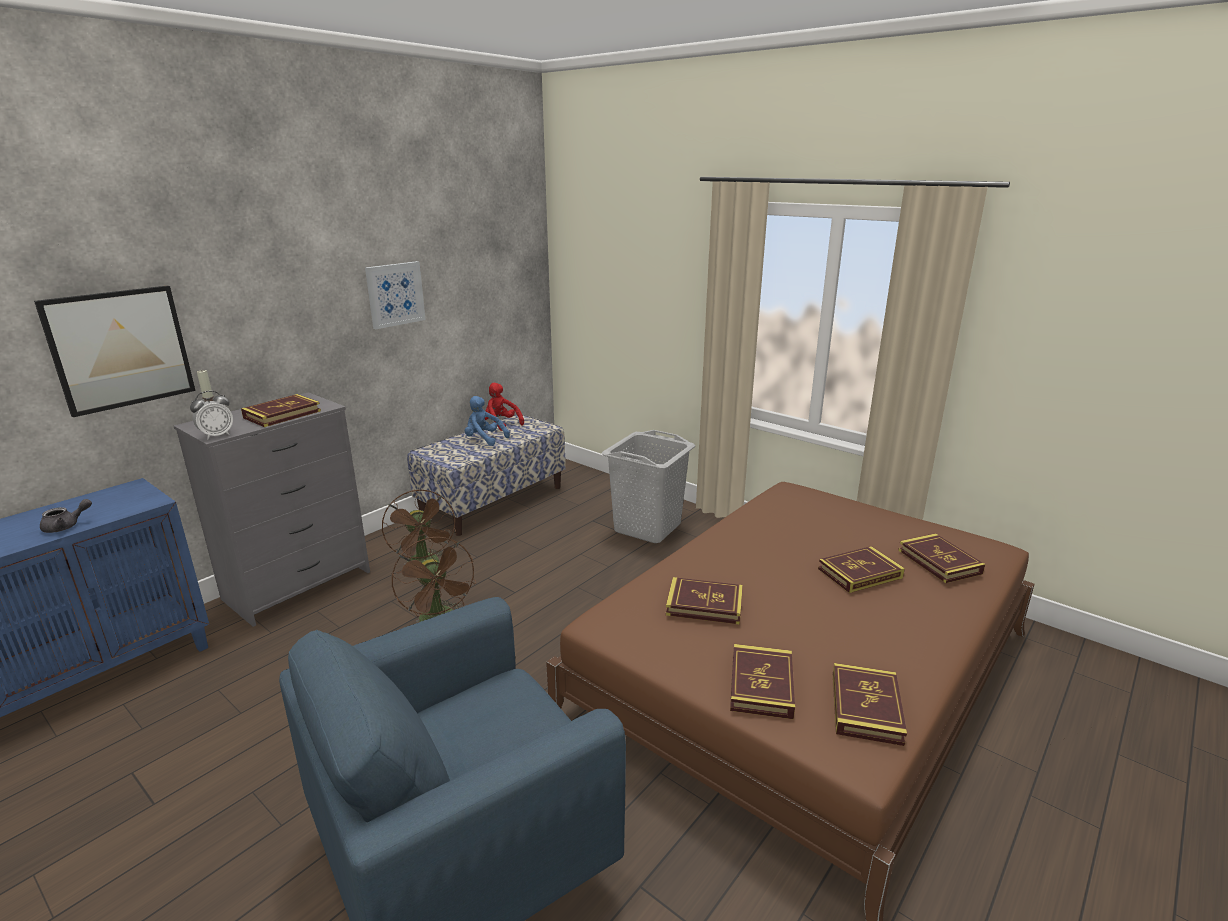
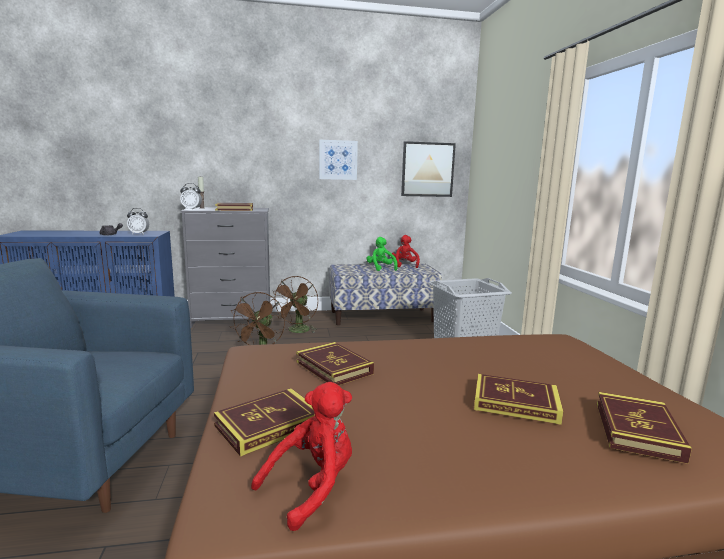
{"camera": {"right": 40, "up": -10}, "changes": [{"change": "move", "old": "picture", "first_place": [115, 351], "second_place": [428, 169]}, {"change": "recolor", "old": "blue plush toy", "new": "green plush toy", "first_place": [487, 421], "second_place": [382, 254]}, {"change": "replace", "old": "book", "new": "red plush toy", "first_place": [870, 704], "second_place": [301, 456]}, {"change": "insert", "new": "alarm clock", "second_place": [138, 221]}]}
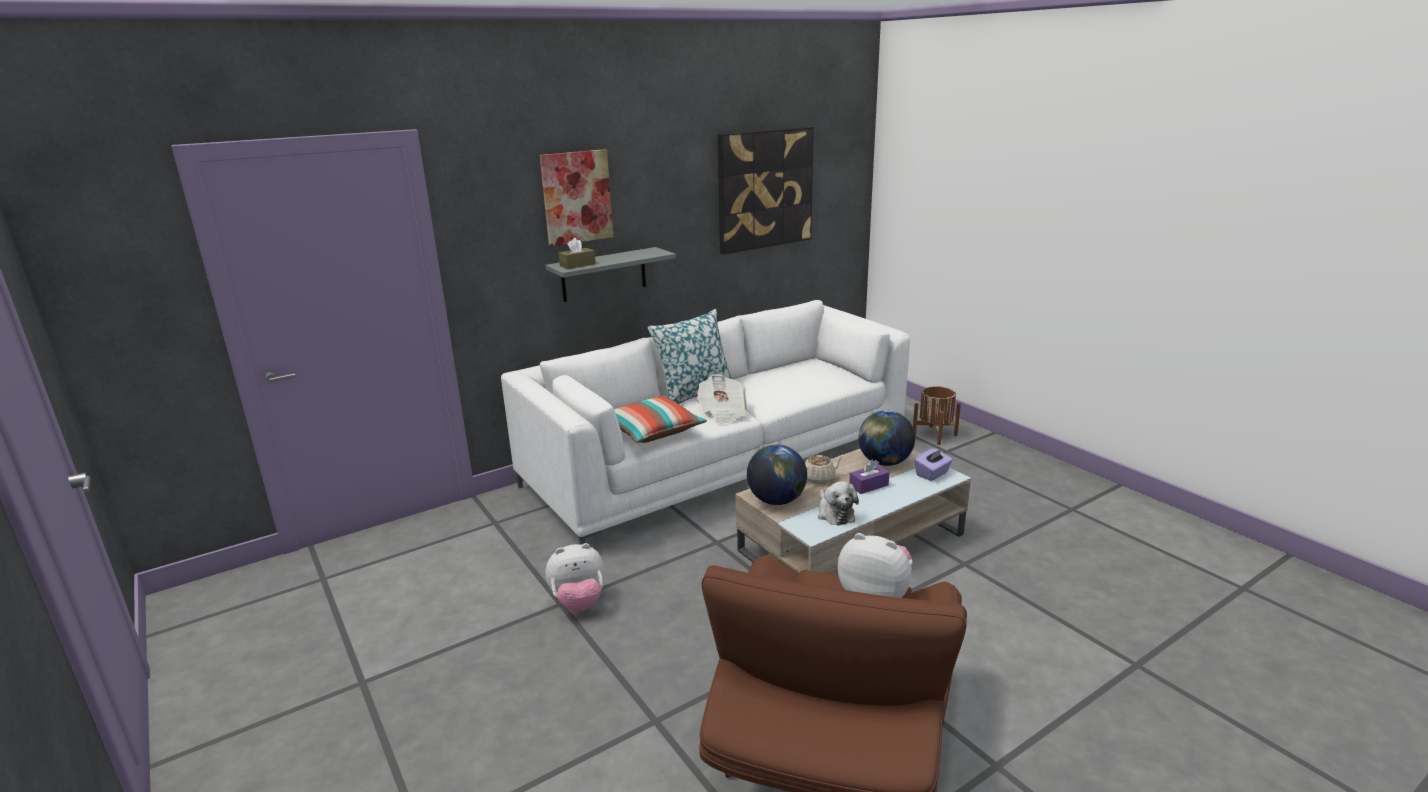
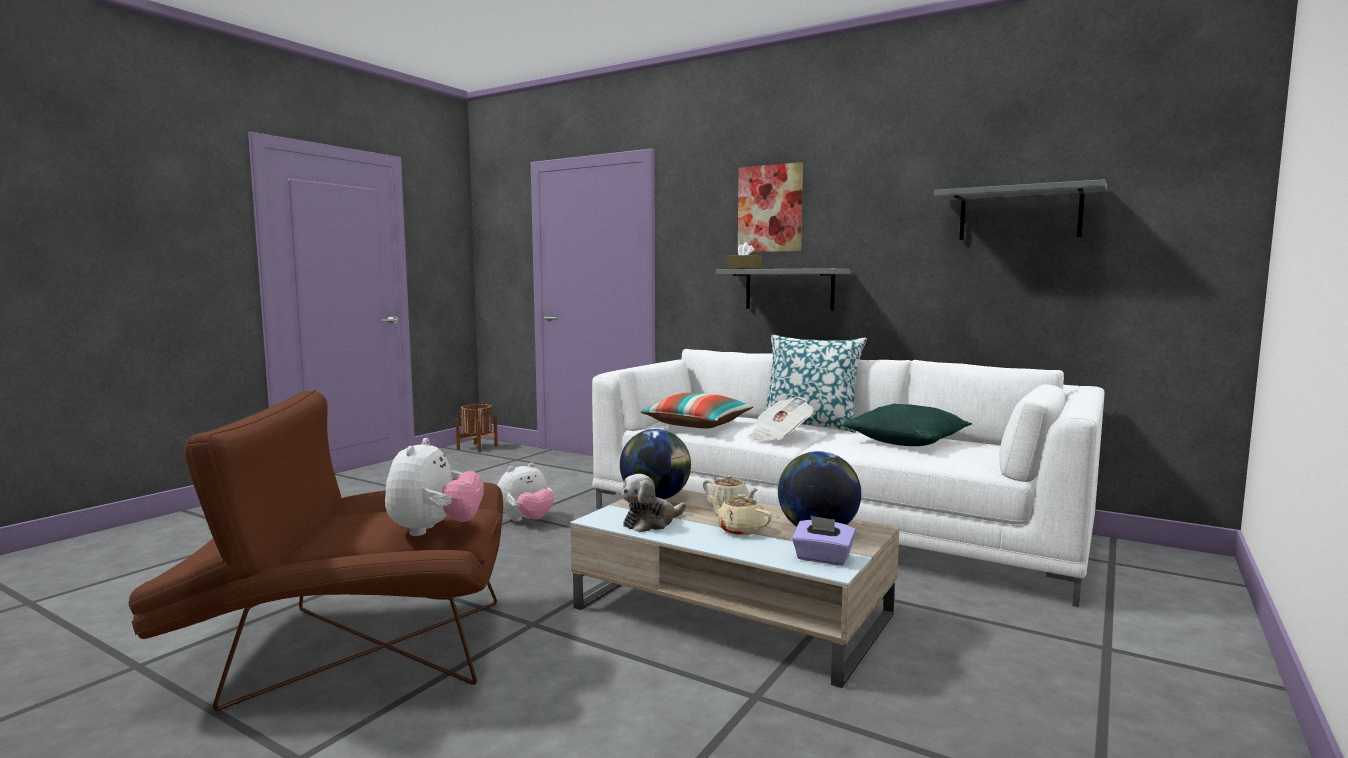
{"camera": {"right": 65, "up": -15}, "changes": [{"change": "replace", "old": "picture", "new": "grey shelf", "first_place": [765, 191], "second_place": [1020, 209]}, {"change": "move", "old": "brown planter", "first_place": [937, 415], "second_place": [477, 428]}, {"change": "replace", "old": "purple tissue box", "new": "beige teapot", "first_place": [869, 477], "second_place": [740, 514]}, {"change": "rotate", "old": "plush toy", "first_place": [574, 577], "second_place": [526, 492], "degrees": -90}, {"change": "insert", "new": "green pillow", "second_place": [907, 425]}]}
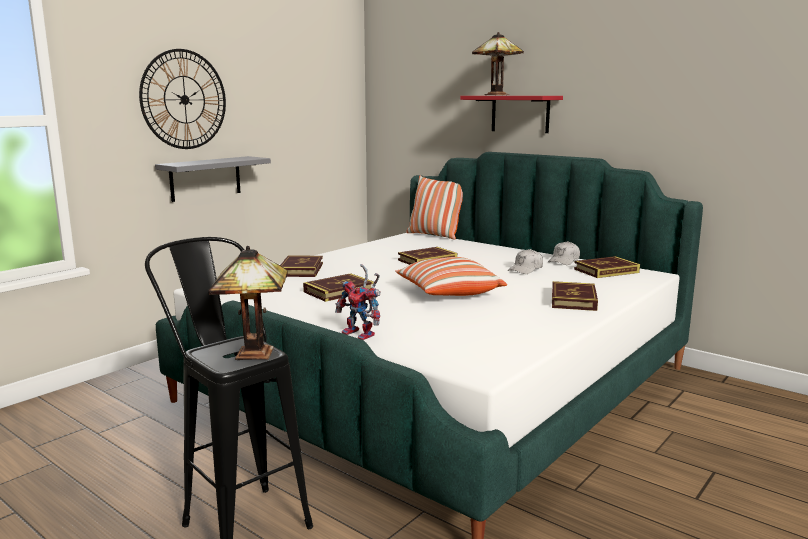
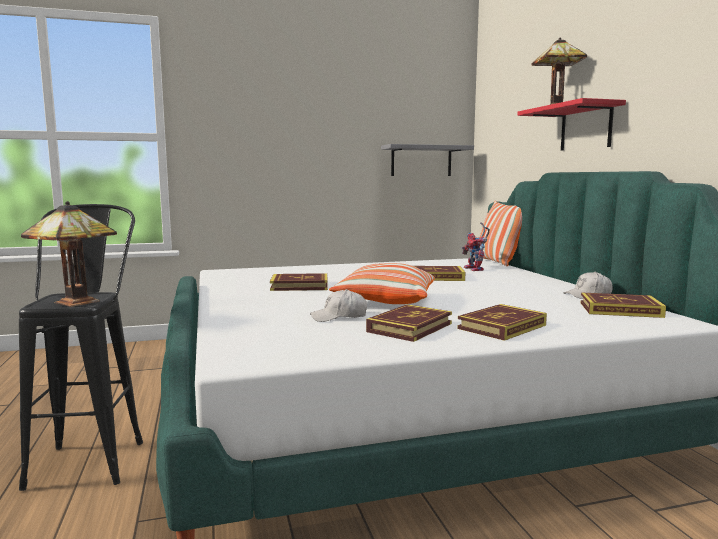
{"camera": {"right": 35, "up": -5}, "changes": [{"change": "delete", "old": "wall clock", "first_place": [182, 99]}, {"change": "move", "old": "grey shelf", "first_place": [213, 179], "second_place": [427, 160]}, {"change": "move", "old": "white cap", "first_place": [525, 261], "second_place": [338, 305]}, {"change": "move", "old": "book", "first_place": [301, 266], "second_place": [409, 323]}, {"change": "move", "old": "toy robot", "first_place": [358, 302], "second_place": [476, 246]}]}
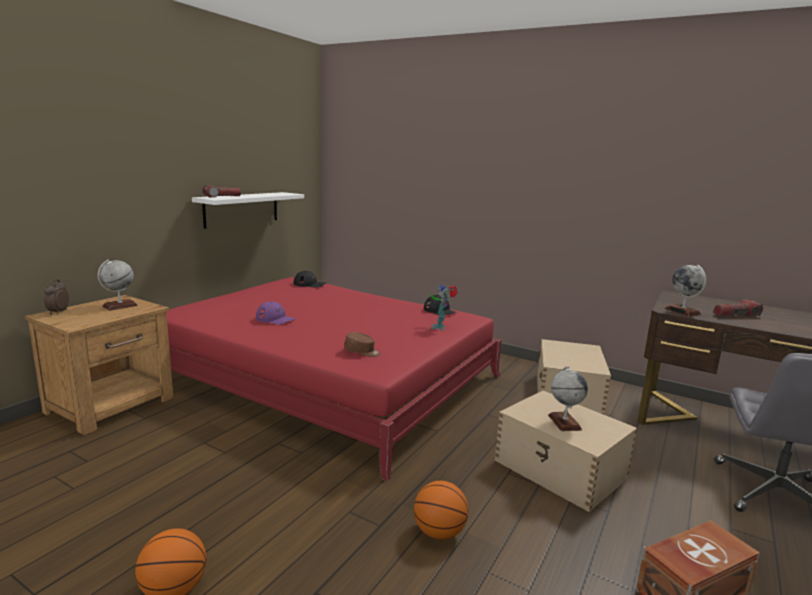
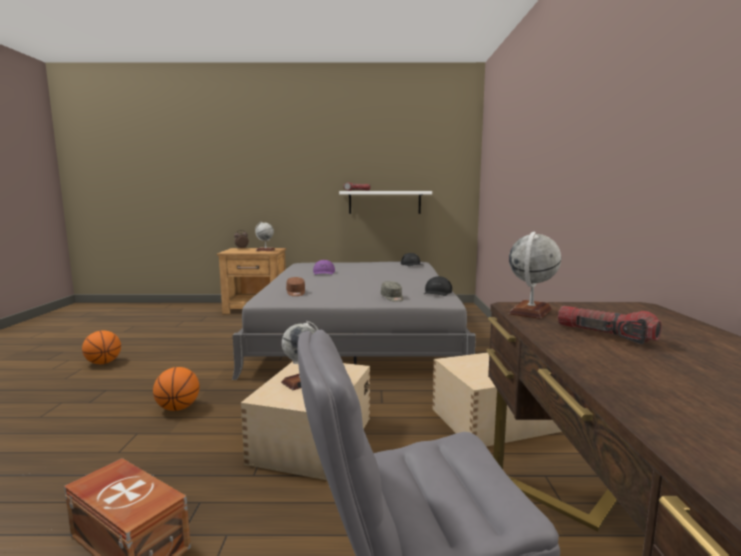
{"camera": {"right": 60, "up": -5}, "changes": [{"change": "recolor", "old": "red bed", "new": "grey bed", "first_place": [333, 379], "second_place": [354, 320]}, {"change": "replace", "old": "toy robot", "new": "grey cap", "first_place": [444, 307], "second_place": [392, 291]}]}
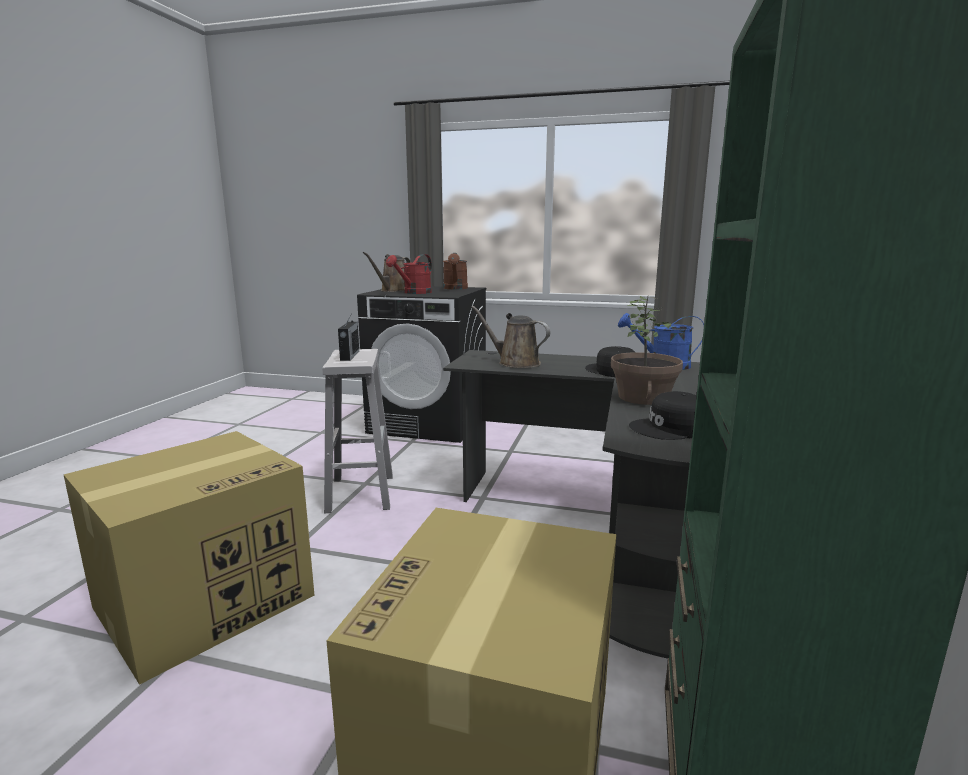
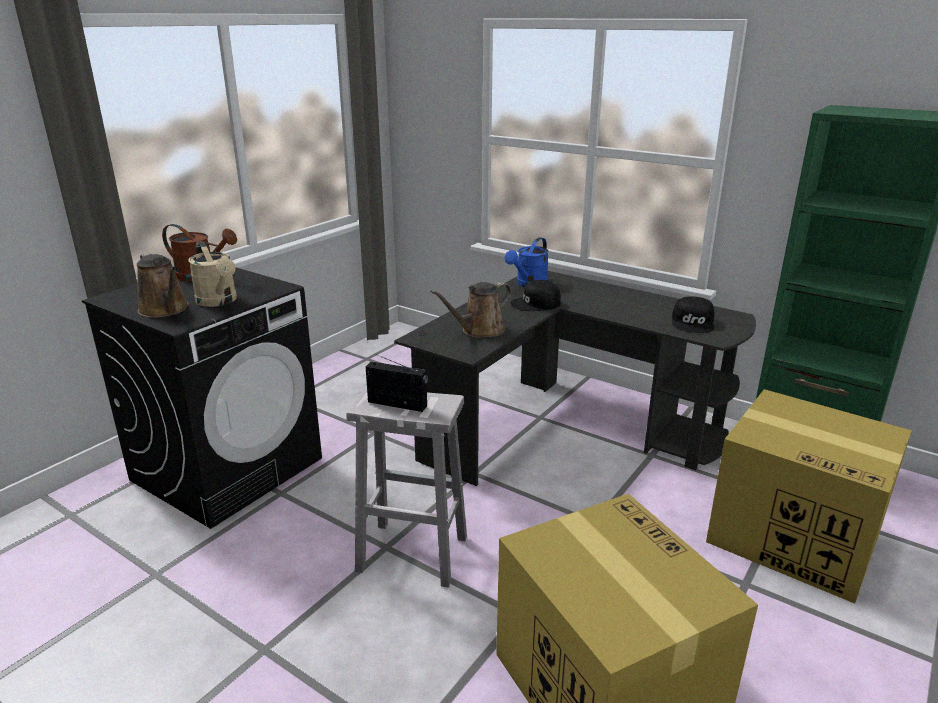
{"camera": {"right": -70, "up": 10}, "changes": [{"change": "recolor", "old": "red watering can", "new": "beige watering can", "first_place": [409, 274], "second_place": [212, 274]}, {"change": "delete", "old": "potted plant", "first_place": [647, 350]}]}
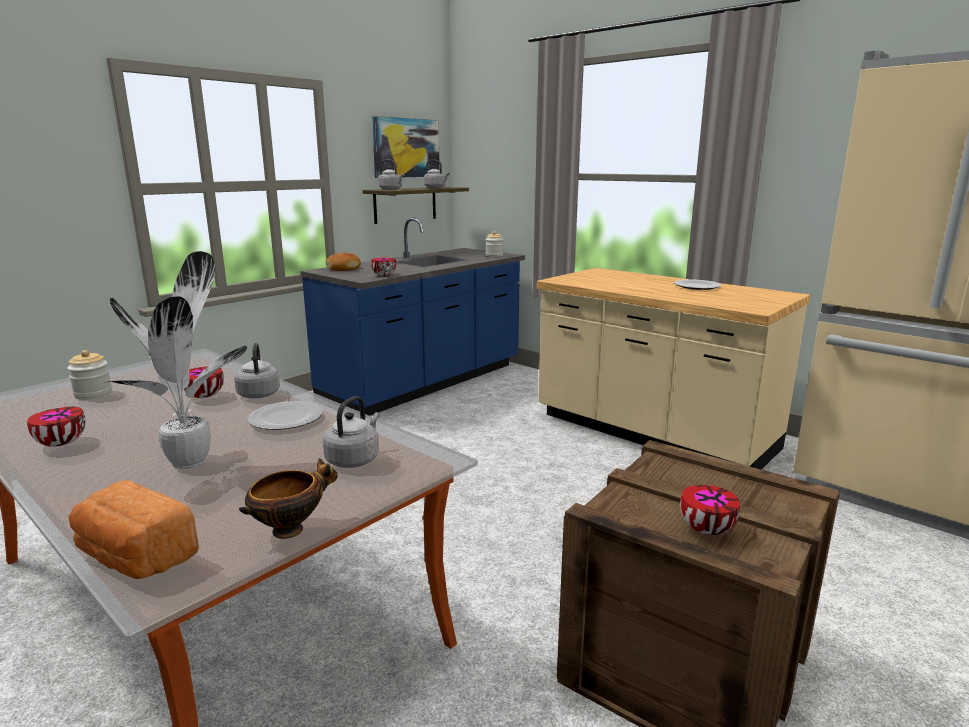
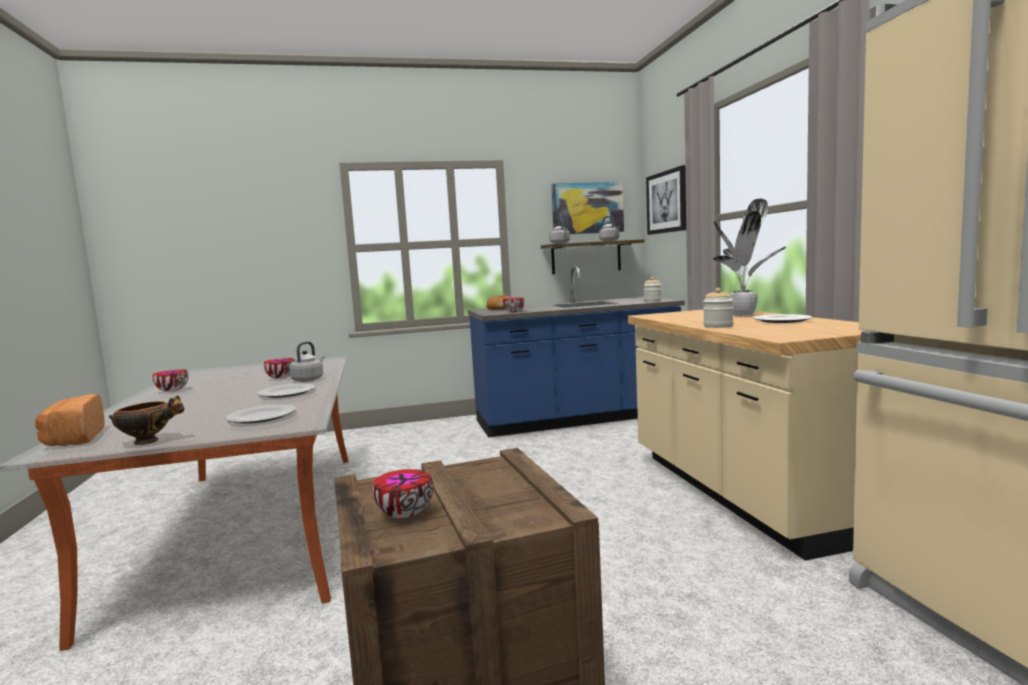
{"camera": {"right": 35, "up": -10}, "changes": [{"change": "move", "old": "potted plant", "first_place": [177, 360], "second_place": [749, 258]}, {"change": "move", "old": "jar", "first_place": [89, 375], "second_place": [718, 308]}, {"change": "replace", "old": "grey kettle", "new": "plate", "first_place": [351, 432], "second_place": [261, 414]}, {"change": "insert", "new": "picture", "second_place": [666, 200]}]}
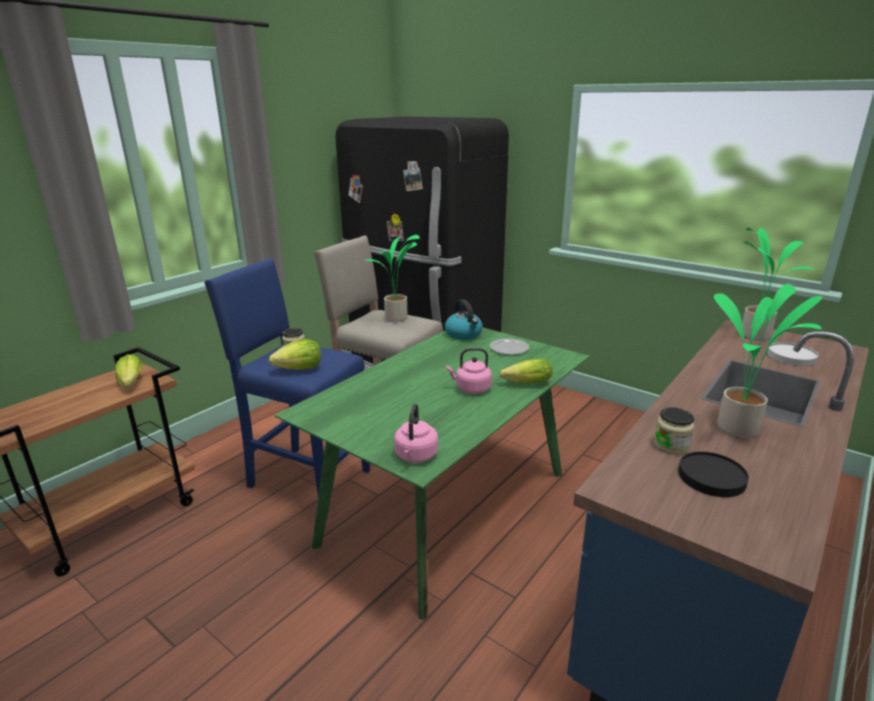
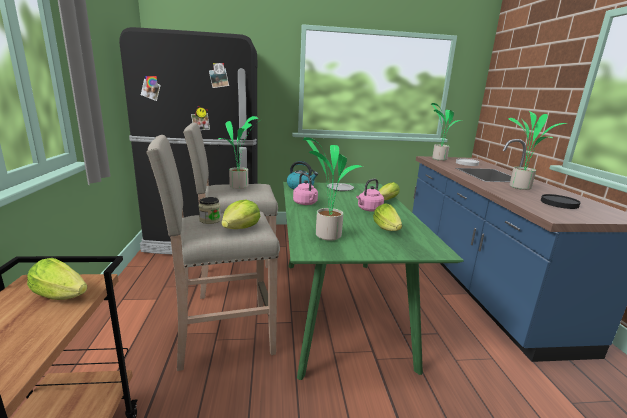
{"camera": {"right": -45, "up": -5}, "changes": [{"change": "recolor", "old": "blue stool", "new": "beige stool", "first_place": [287, 385], "second_place": [213, 253]}, {"change": "move", "old": "pink kettle", "first_place": [416, 433], "second_place": [305, 189]}, {"change": "delete", "old": "jar", "first_place": [674, 430]}, {"change": "insert", "new": "potted plant", "second_place": [333, 189]}, {"change": "insert", "new": "lettuce", "second_place": [387, 217]}]}
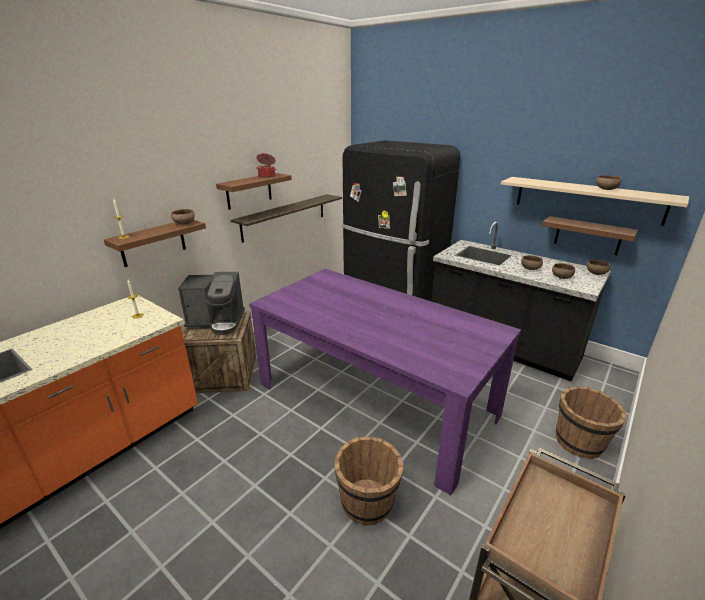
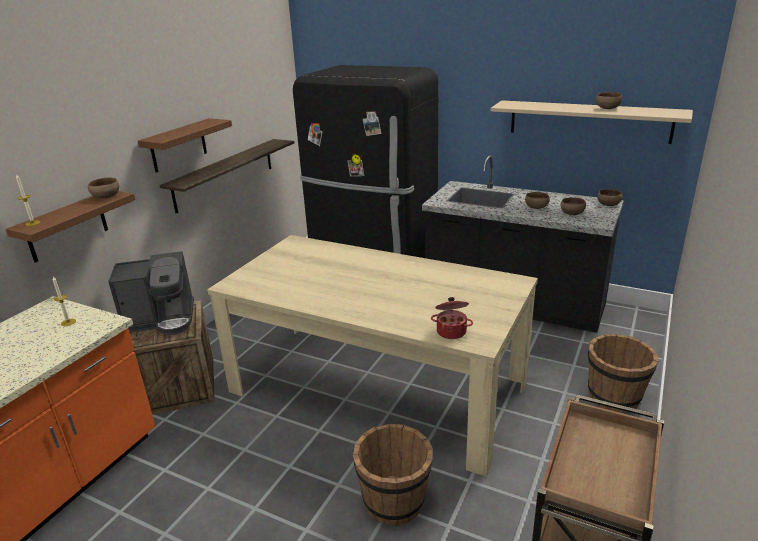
{"camera": {"right": -10, "up": 0}, "changes": [{"change": "move", "old": "cooking pot", "first_place": [266, 165], "second_place": [452, 318]}, {"change": "delete", "old": "brown shelf", "first_place": [590, 235]}, {"change": "recolor", "old": "purple dining table", "new": "beige dining table", "first_place": [385, 382], "second_place": [372, 356]}]}
